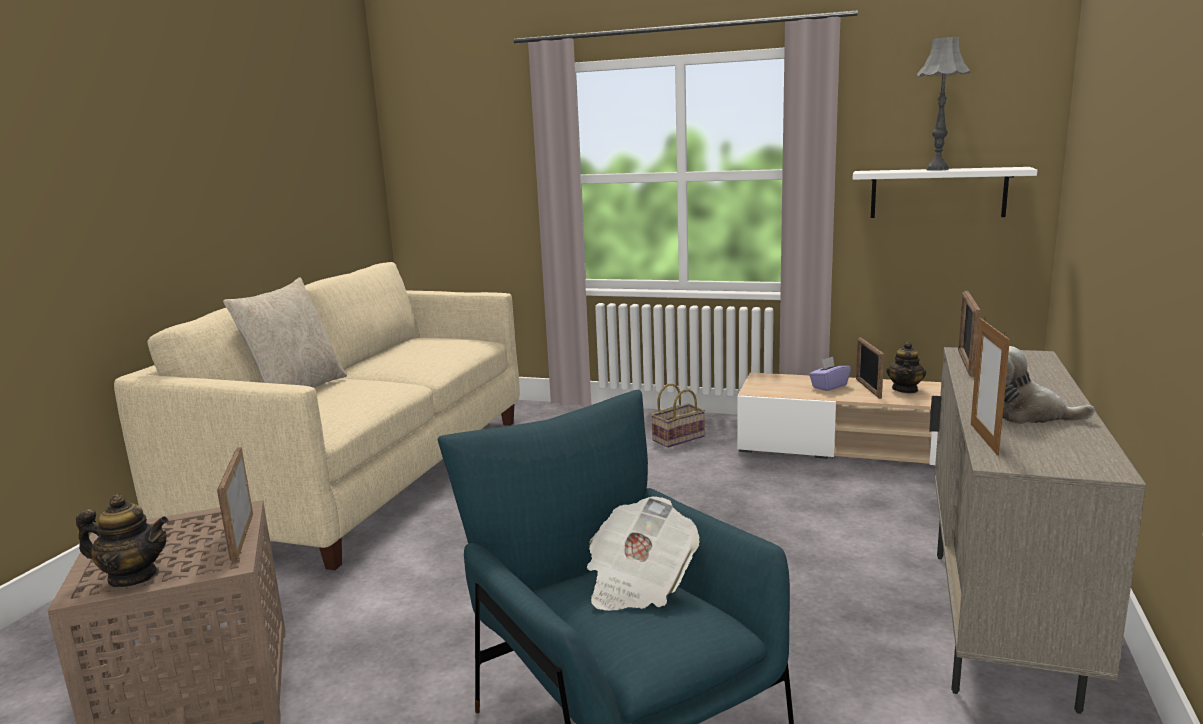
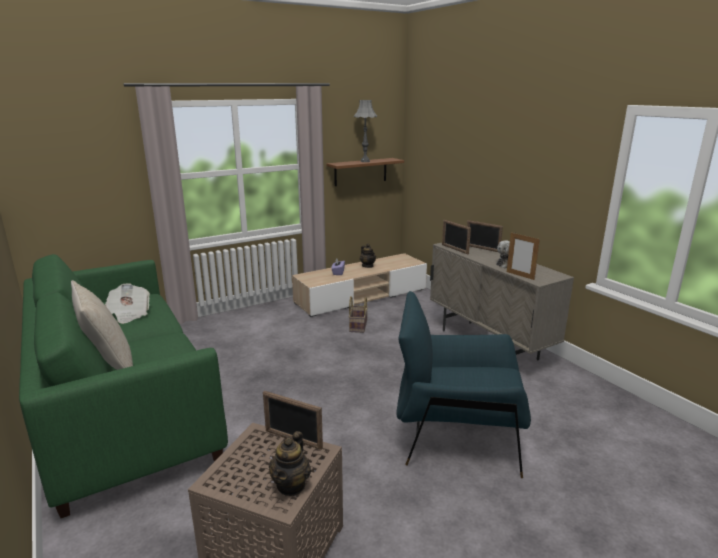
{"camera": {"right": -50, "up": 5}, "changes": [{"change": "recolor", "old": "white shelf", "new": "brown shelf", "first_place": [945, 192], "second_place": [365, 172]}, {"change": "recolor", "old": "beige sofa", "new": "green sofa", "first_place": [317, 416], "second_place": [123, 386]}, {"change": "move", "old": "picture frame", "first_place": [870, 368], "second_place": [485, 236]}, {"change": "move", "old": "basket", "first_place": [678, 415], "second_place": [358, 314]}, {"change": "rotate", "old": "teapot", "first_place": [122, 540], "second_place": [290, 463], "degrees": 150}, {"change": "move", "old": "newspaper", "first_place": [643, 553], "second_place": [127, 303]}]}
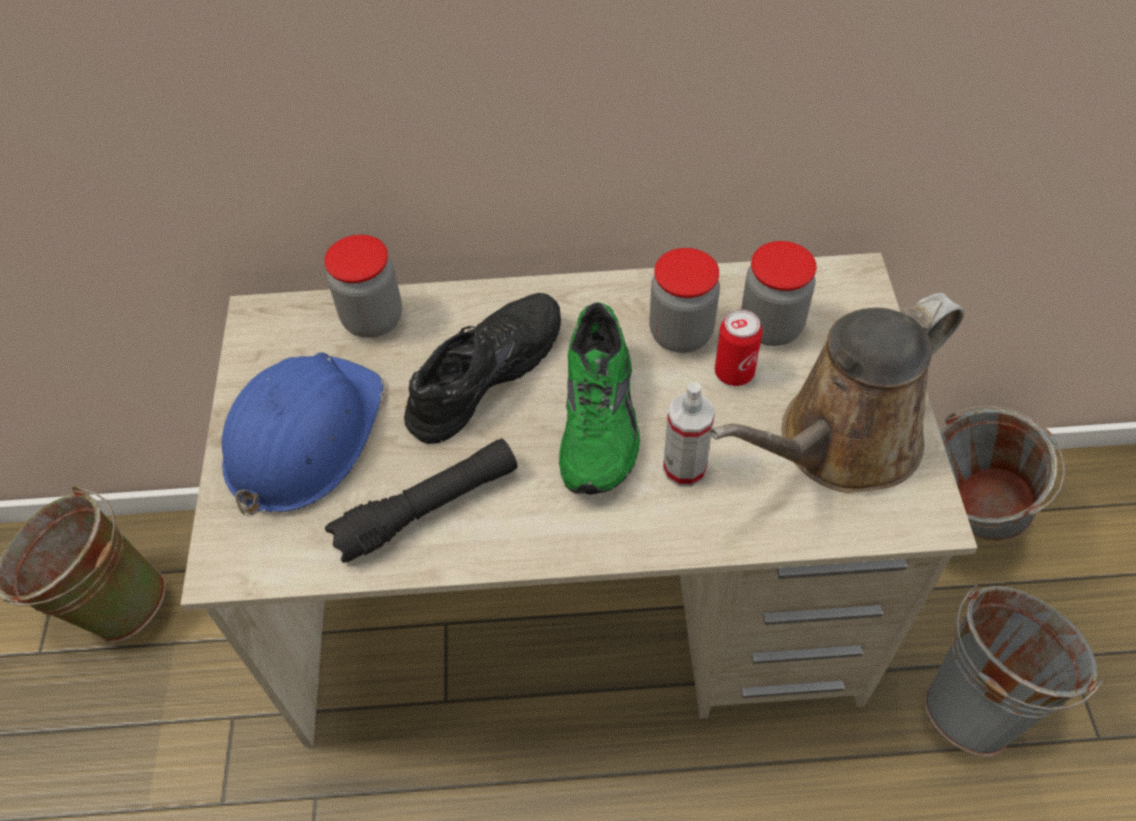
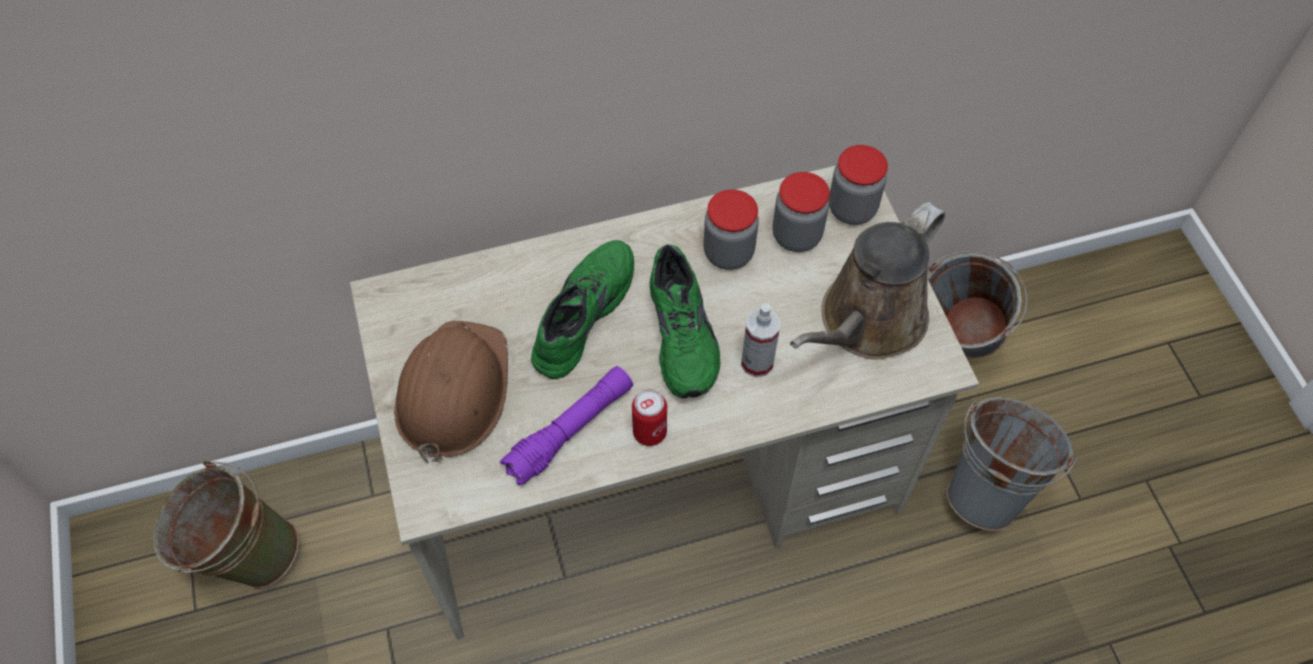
{"camera": {"right": -15, "up": 5}, "changes": [{"change": "move", "old": "jar", "first_place": [363, 286], "second_place": [858, 185]}, {"change": "recolor", "old": "black shoe", "new": "green shoe", "first_place": [482, 368], "second_place": [582, 309]}, {"change": "move", "old": "can", "first_place": [739, 347], "second_place": [649, 417]}, {"change": "recolor", "old": "blue hard hat", "new": "brown hard hat", "first_place": [303, 433], "second_place": [451, 392]}, {"change": "recolor", "old": "black flashlight", "new": "purple flashlight", "first_place": [421, 500], "second_place": [566, 425]}]}
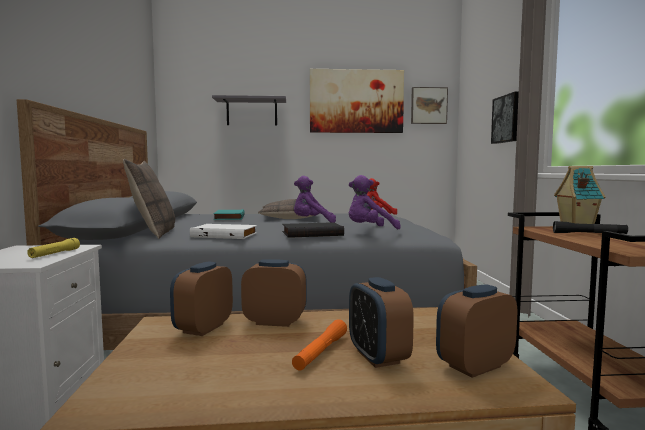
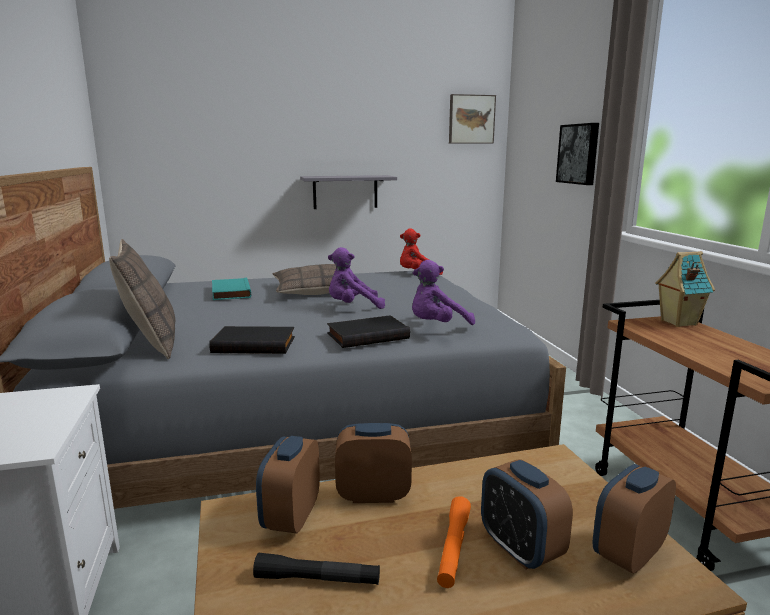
{"camera": {"right": -10, "up": 10}, "changes": [{"change": "delete", "old": "picture", "first_place": [357, 101]}, {"change": "move", "old": "grey shelf", "first_place": [249, 110], "second_place": [348, 192]}, {"change": "move", "old": "black flashlight", "first_place": [590, 227], "second_place": [316, 569]}, {"change": "recolor", "old": "white book", "new": "black book", "first_place": [223, 231], "second_place": [252, 340]}, {"change": "delete", "old": "yellow flashlight", "first_place": [53, 248]}]}
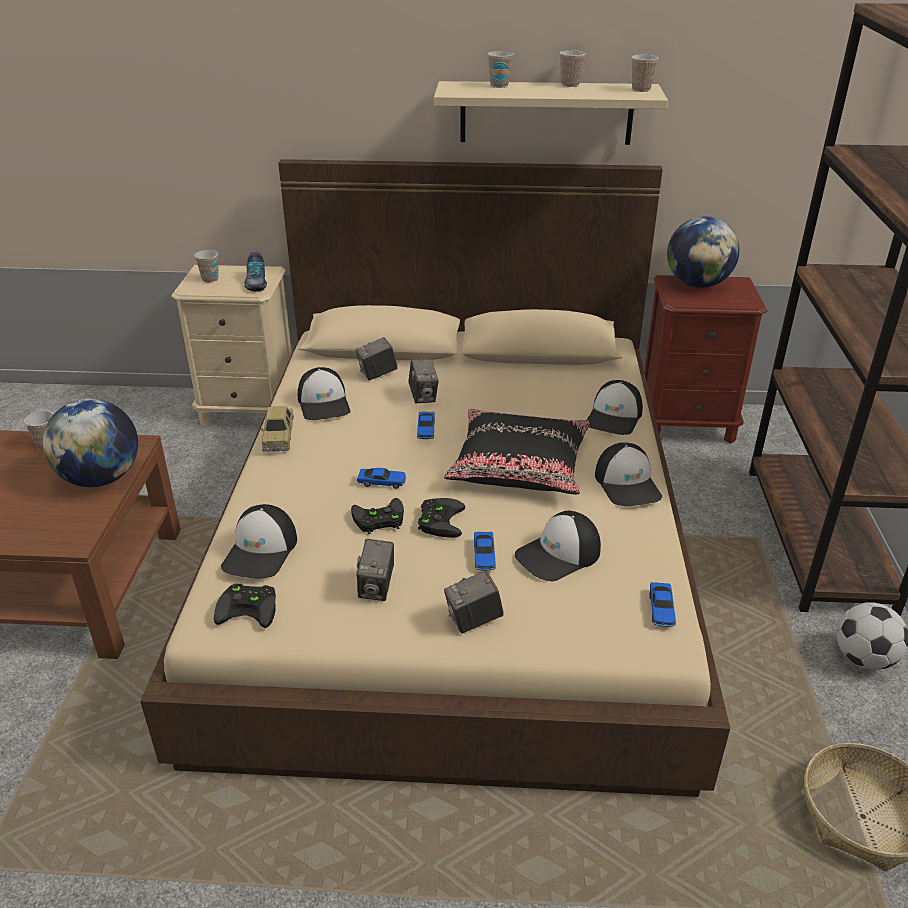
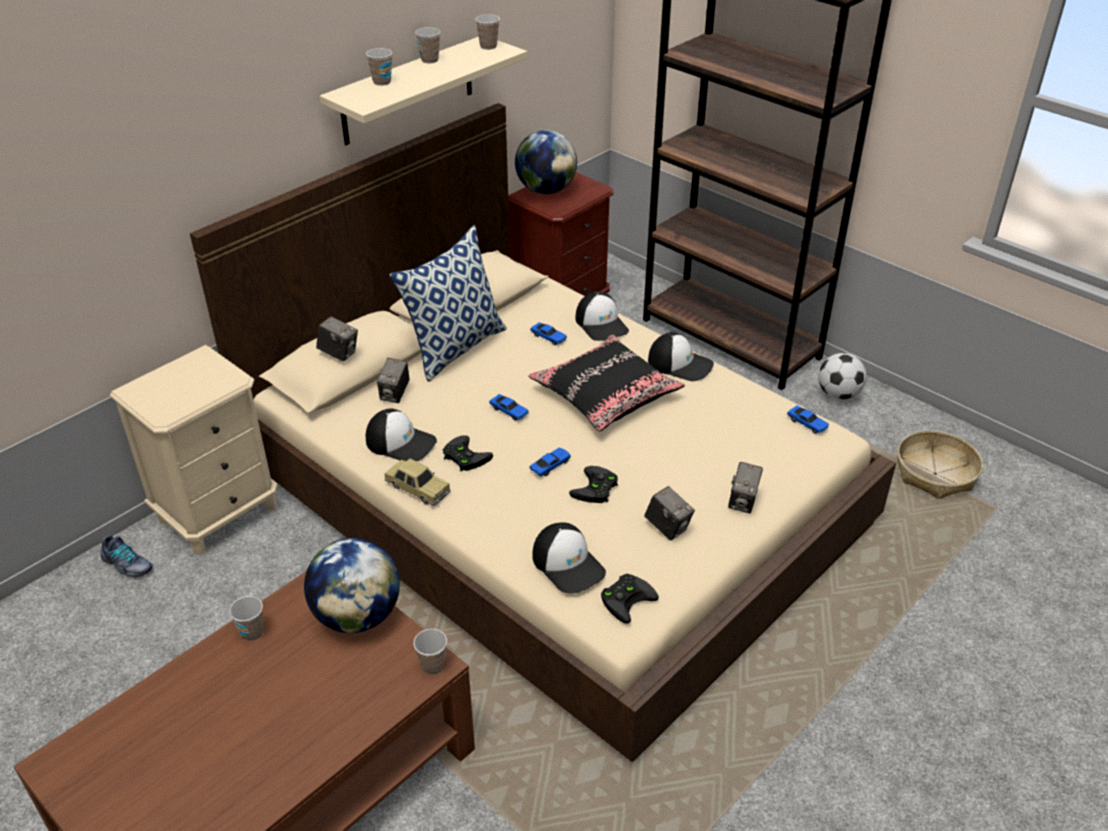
{"camera": {"right": -50, "up": 5}, "changes": [{"change": "move", "old": "cup", "first_place": [206, 266], "second_place": [430, 652]}, {"change": "move", "old": "shoe", "first_place": [255, 271], "second_place": [126, 555]}, {"change": "move", "old": "photo camera", "first_place": [423, 381], "second_place": [337, 338]}, {"change": "move", "old": "black game controller", "first_place": [441, 518], "second_place": [468, 453]}, {"change": "delete", "old": "cap", "first_place": [558, 546]}, {"change": "move", "old": "toy car", "first_place": [485, 551], "second_place": [548, 333]}, {"change": "insert", "new": "pillow", "second_place": [448, 303]}]}
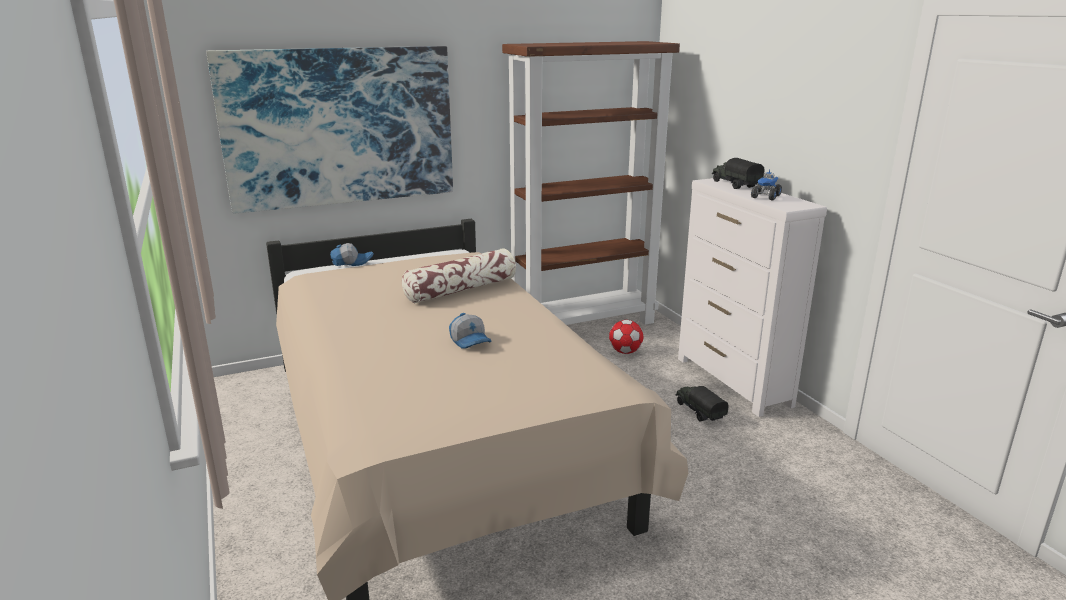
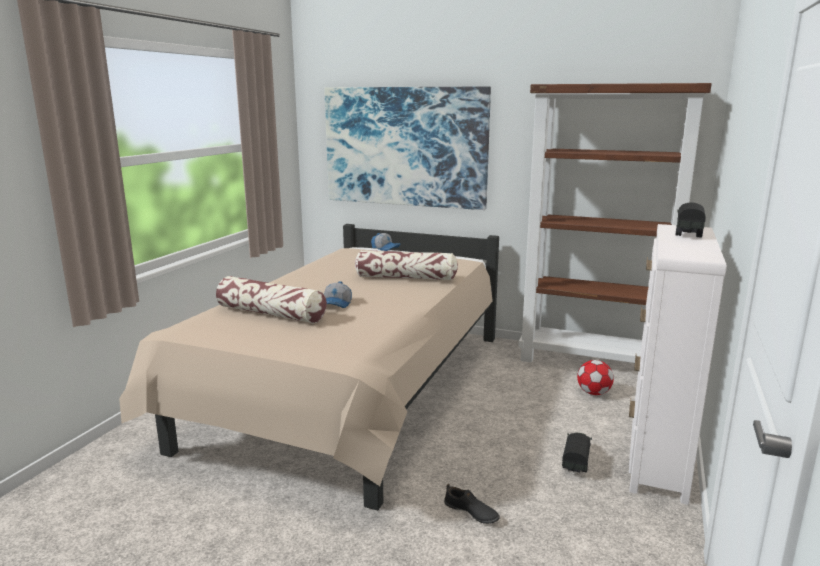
{"camera": {"right": 45, "up": -5}, "changes": [{"change": "delete", "old": "toy truck", "first_place": [766, 185]}, {"change": "insert", "new": "pillow", "second_place": [271, 299]}, {"change": "insert", "new": "black shoe", "second_place": [472, 504]}]}
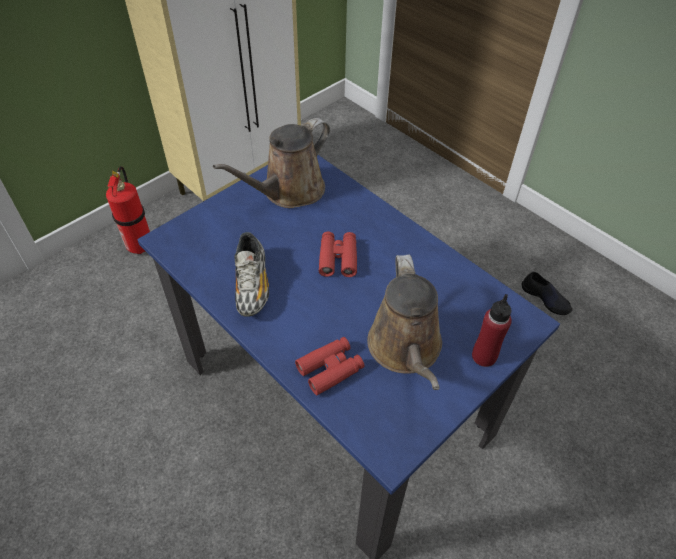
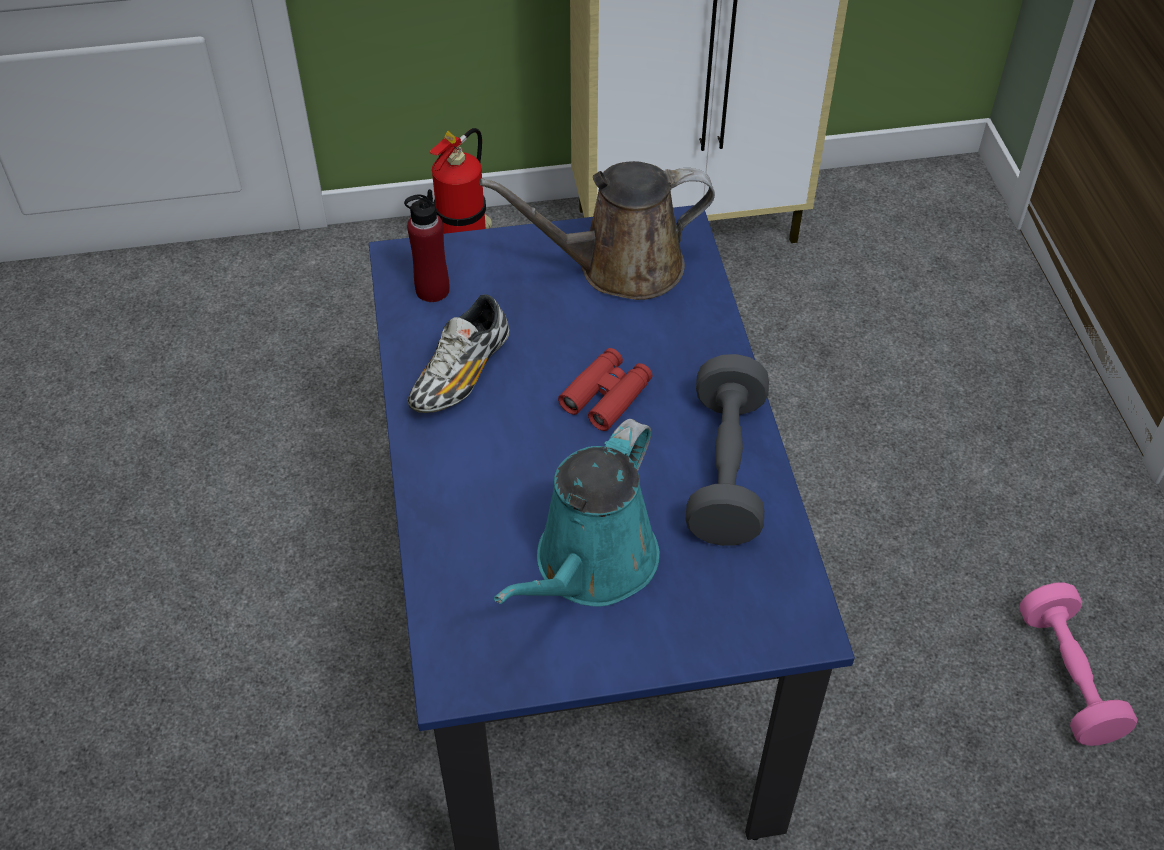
{"camera": {"right": 35, "up": 0}, "changes": [{"change": "recolor", "old": "brown watering can", "new": "turquoise watering can", "first_place": [404, 322], "second_place": [576, 513]}, {"change": "replace", "old": "black shoe", "new": "pink dumbbell", "first_place": [547, 293], "second_place": [1079, 664]}, {"change": "move", "old": "red bottle", "first_place": [492, 330], "second_place": [426, 245]}, {"change": "delete", "old": "red binoculars", "first_place": [329, 366]}, {"change": "insert", "new": "grey dumbbell", "second_place": [727, 450]}]}
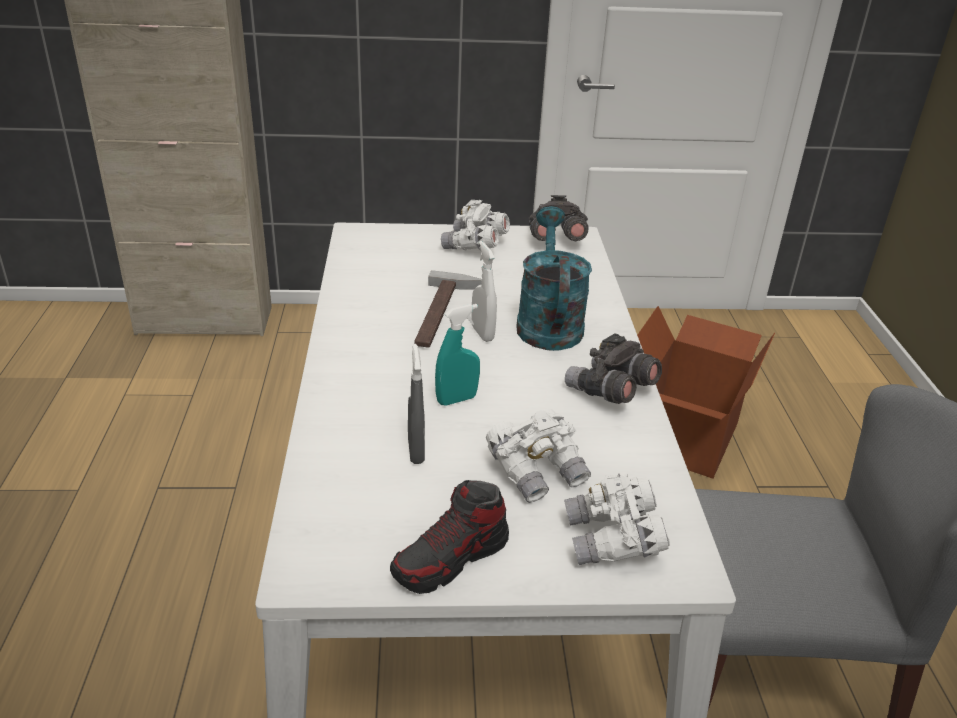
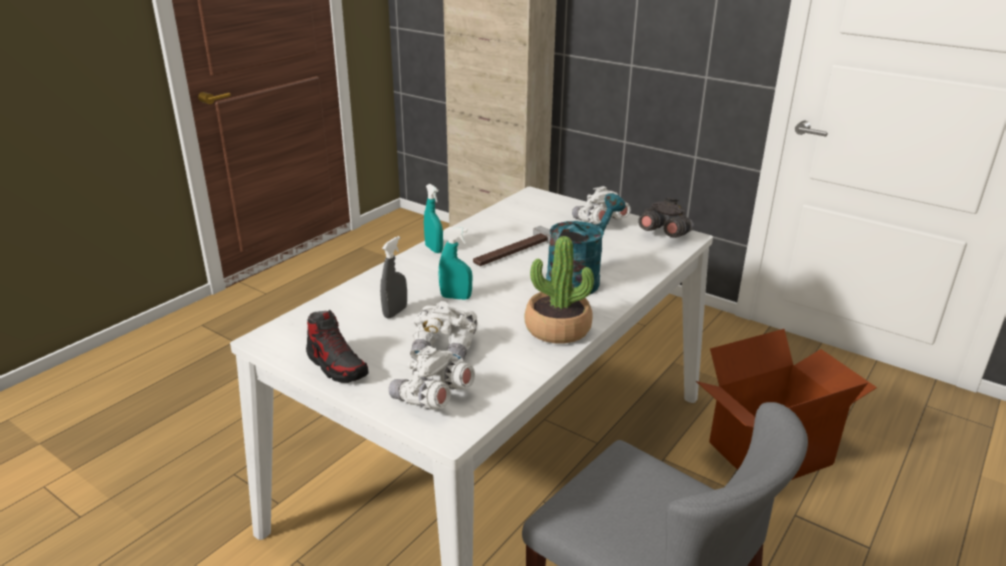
{"camera": {"right": 40, "up": -5}, "changes": [{"change": "delete", "old": "white spray bottle", "first_place": [484, 291]}, {"change": "replace", "old": "grey binoculars", "new": "potted plant", "first_place": [613, 368], "second_place": [559, 290]}, {"change": "rotate", "old": "shoe", "first_place": [449, 537], "second_place": [337, 346], "degrees": -135}, {"change": "insert", "new": "turquoise spray bottle", "second_place": [433, 218]}]}
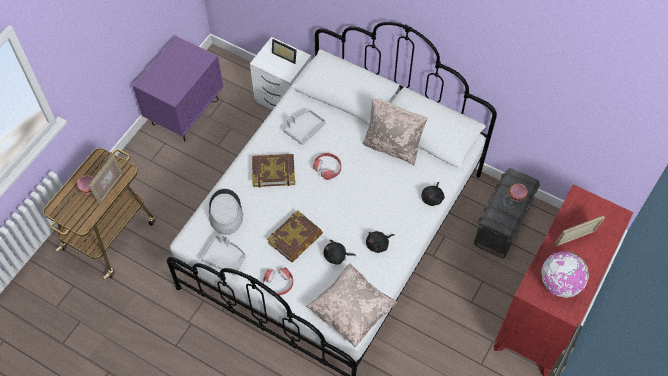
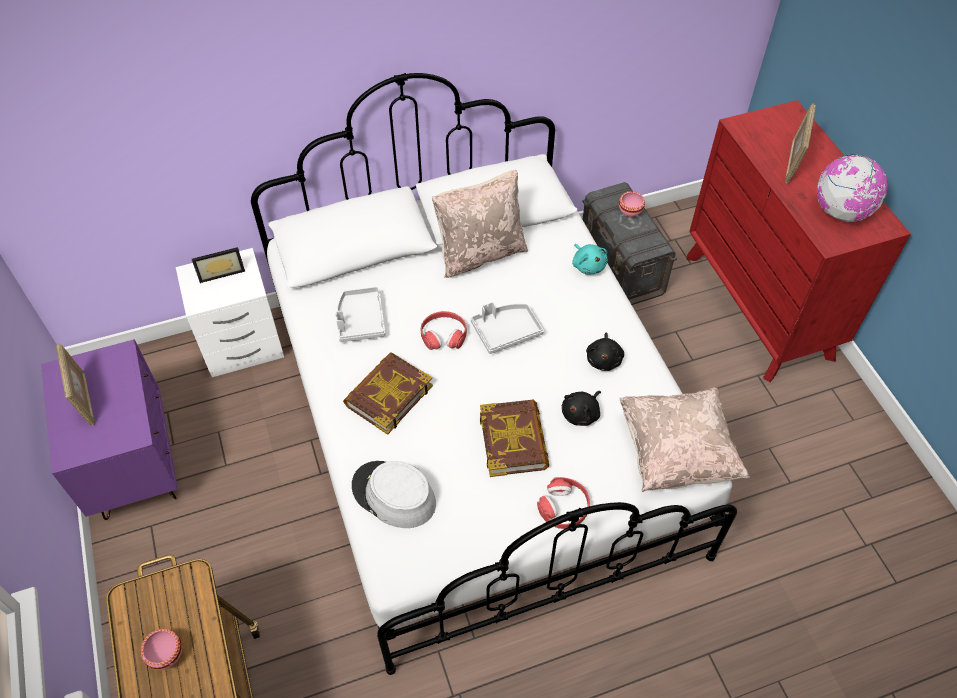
{"camera": {"right": -50, "up": -5}, "changes": [{"change": "move", "old": "picture frame", "first_place": [105, 179], "second_place": [75, 384]}, {"change": "recolor", "old": "black plush toy", "new": "turquoise plush toy", "first_place": [433, 194], "second_place": [590, 259]}, {"change": "move", "old": "grey tray", "first_place": [223, 254], "second_place": [507, 328]}]}
